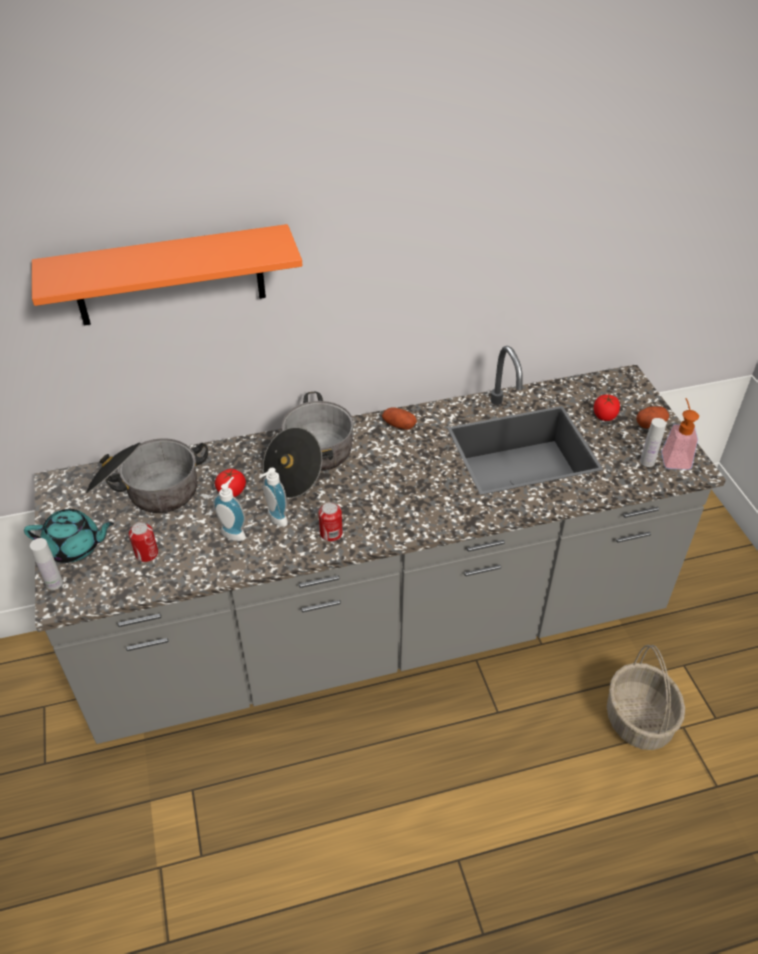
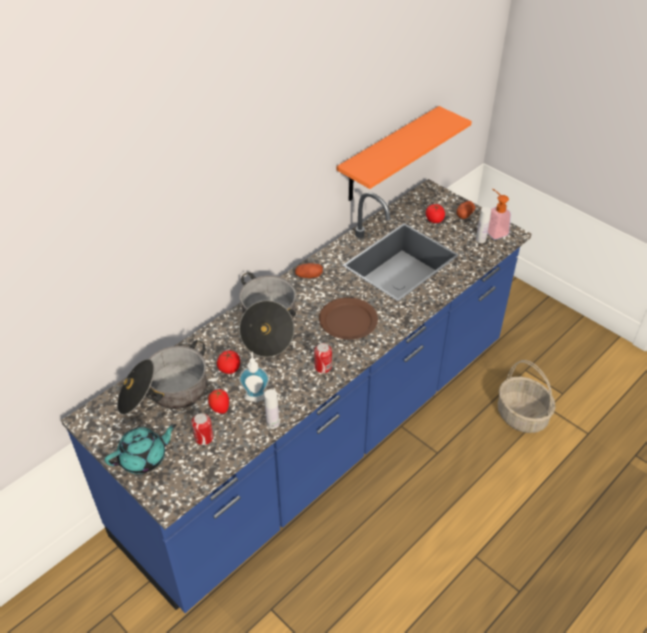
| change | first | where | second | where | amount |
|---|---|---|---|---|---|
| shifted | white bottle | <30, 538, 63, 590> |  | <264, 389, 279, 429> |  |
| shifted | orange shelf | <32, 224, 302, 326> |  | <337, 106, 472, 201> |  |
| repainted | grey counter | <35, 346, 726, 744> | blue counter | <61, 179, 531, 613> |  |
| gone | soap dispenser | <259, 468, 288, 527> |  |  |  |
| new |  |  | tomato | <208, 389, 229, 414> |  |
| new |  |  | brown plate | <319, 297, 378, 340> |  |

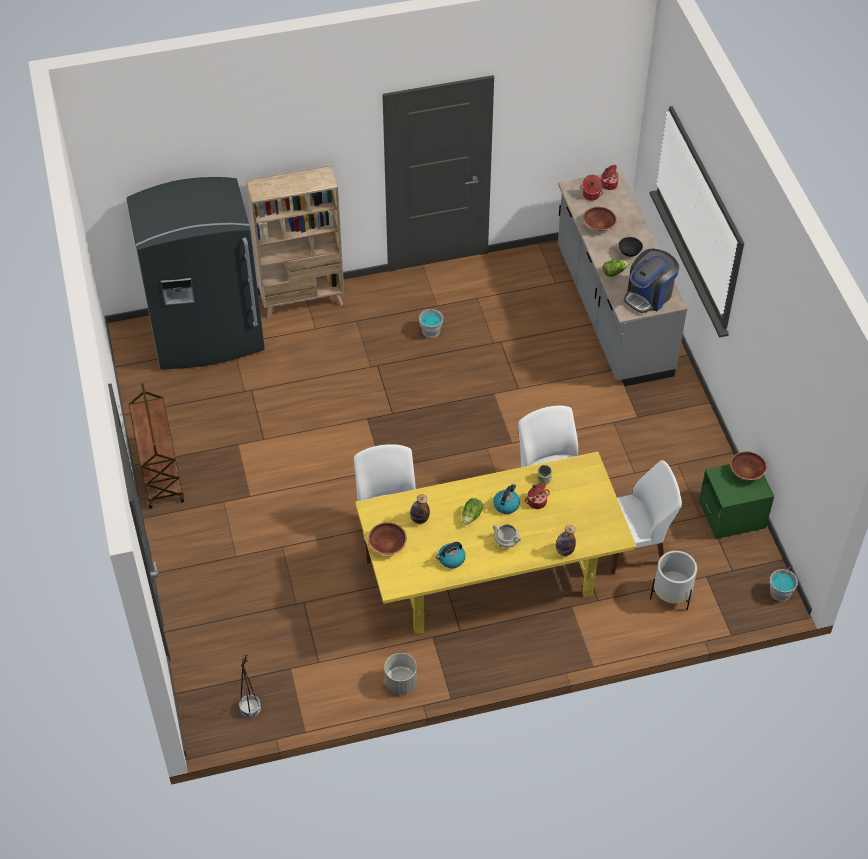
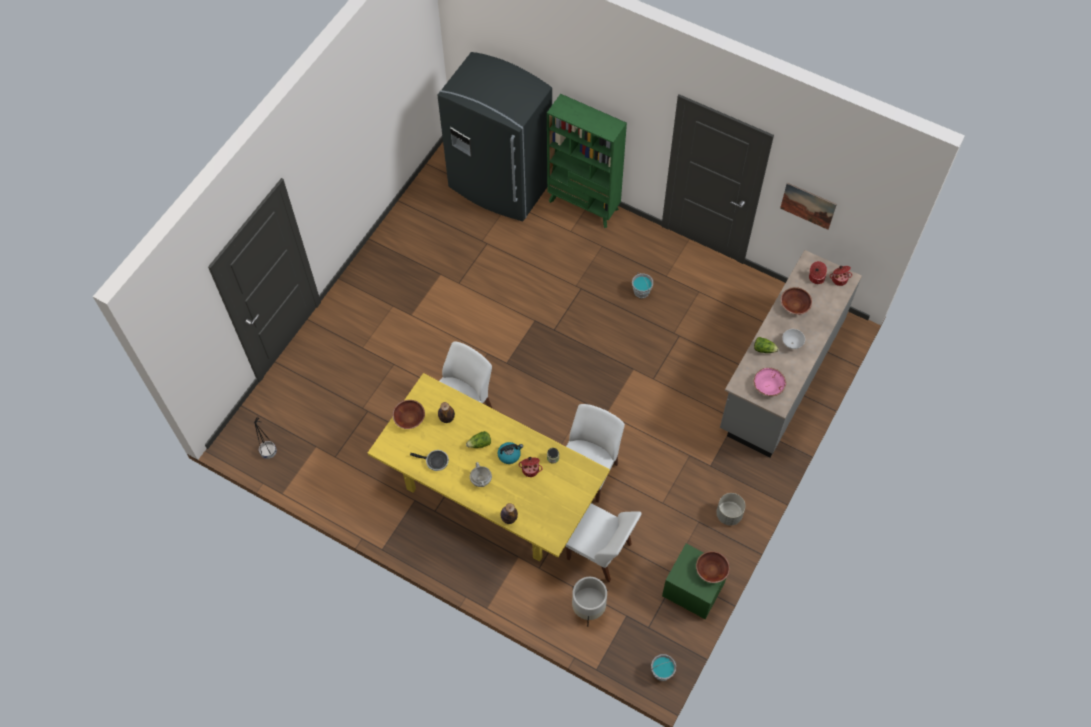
| change | first | where | second | where | amount |
|---|---|---|---|---|---|
| gone | brown cart | <129, 383, 184, 509> |  |  |  |
| repainted | beige bookcase | <246, 166, 344, 319> | green bookcase | <547, 94, 627, 228> |  |
| shifted | grey planter | <384, 653, 417, 694> |  | <716, 493, 745, 526> |  |
| swapped | kettle | <436, 542, 466, 568> | frying pan | <410, 450, 449, 471> |  |
| repainted | black bowl | <618, 237, 643, 257> | white bowl | <782, 329, 805, 349> |  |
| swapped | coffee machine | <624, 249, 679, 313> | pink bowl | <754, 368, 786, 396> |  |
| new |  |  | picture | <780, 183, 837, 230> |  |

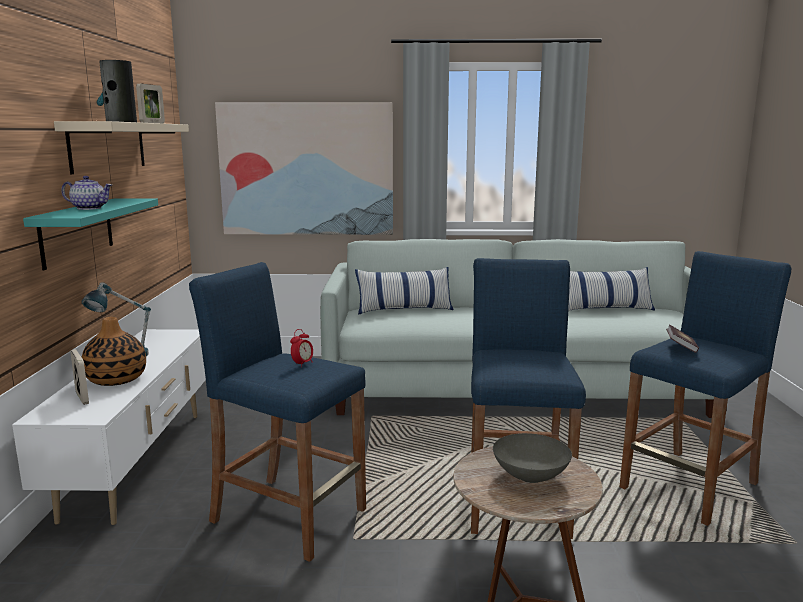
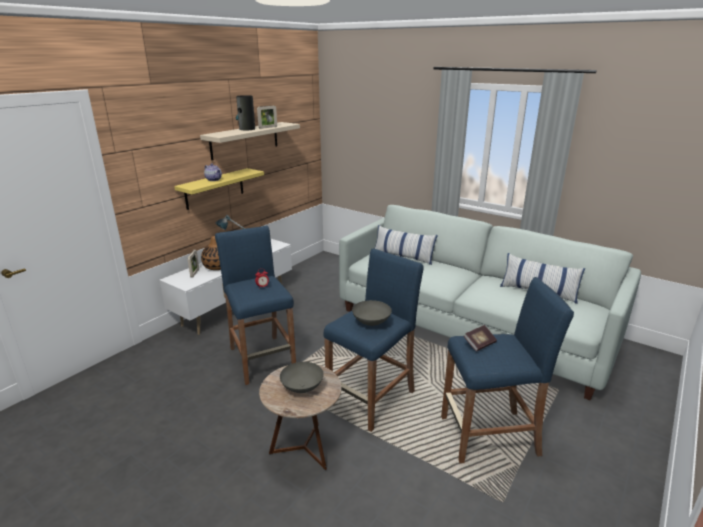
| change | first | where | second | where | amount |
|---|---|---|---|---|---|
| repainted | turquoise shelf | <23, 198, 158, 270> | yellow shelf | <174, 168, 264, 210> |  |
| gone | picture | <215, 102, 393, 235> |  |  |  |
| new |  |  | grey bowl | <352, 300, 392, 326> |  |

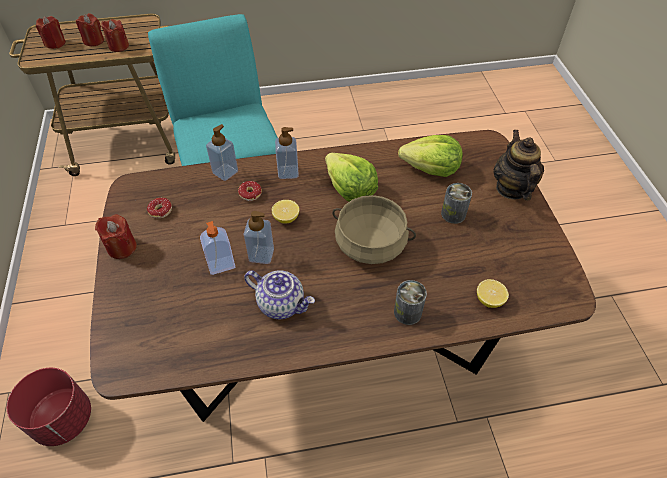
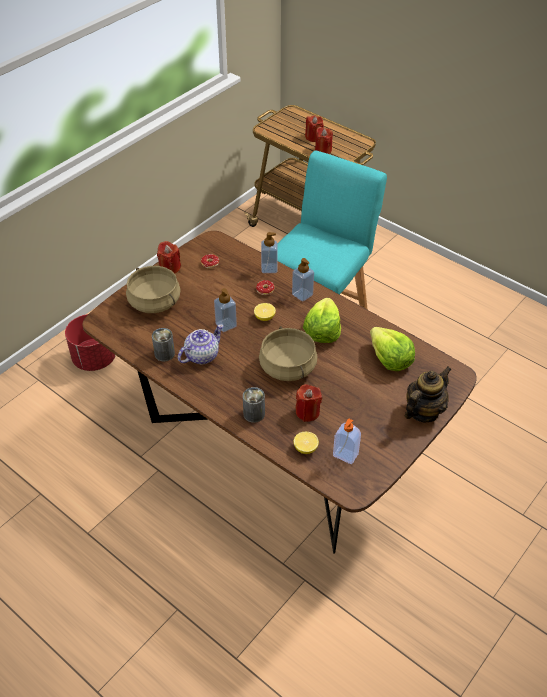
| change | first | where | second | where | amount |
|---|---|---|---|---|---|
| shifted | red candle | <36, 16, 66, 49> |  | <296, 384, 322, 422> |  |
| shifted | soap dispenser | <200, 221, 235, 275> |  | <333, 418, 361, 464> |  |
| rotated | teapot | <244, 270, 315, 319> |  | <178, 324, 223, 364> | 120 degrees counterclockwise |
| shifted | can | <441, 183, 472, 224> |  | <152, 328, 175, 361> |  |
| new |  |  | beige cooking pot | <126, 266, 181, 313> |  |

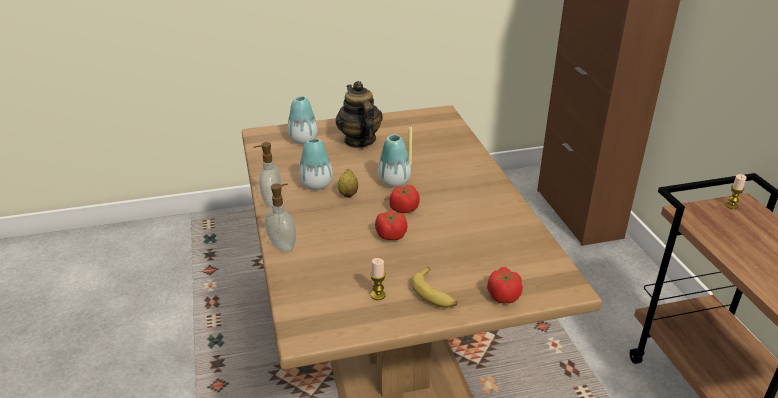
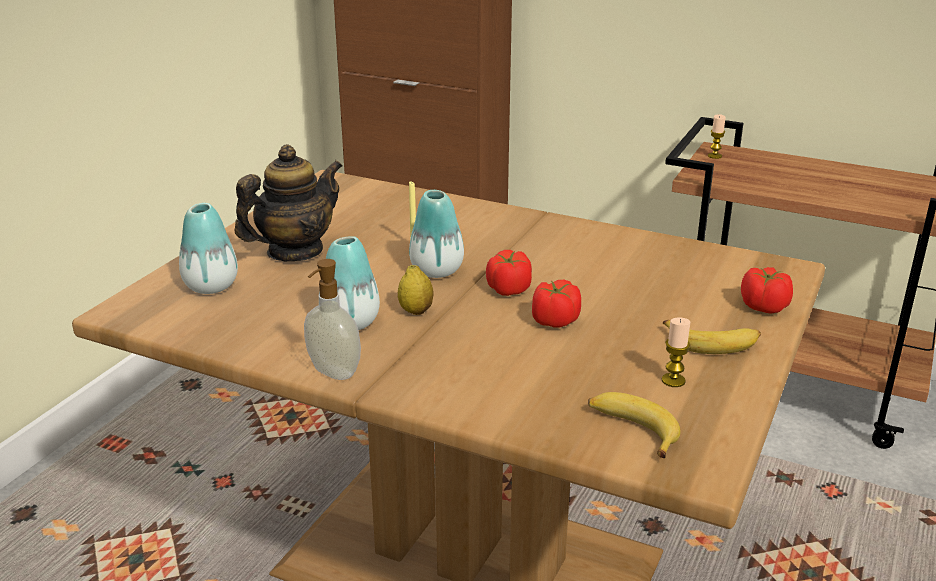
| change | first | where | second | where | amount |
|---|---|---|---|---|---|
| gone | soap dispenser | <265, 184, 296, 252> |  |  |  |
| rotated | teapot | <336, 81, 383, 148> |  | <235, 144, 343, 261> | 120 degrees clockwise |
| new |  |  | banana | <588, 392, 681, 458> |  |

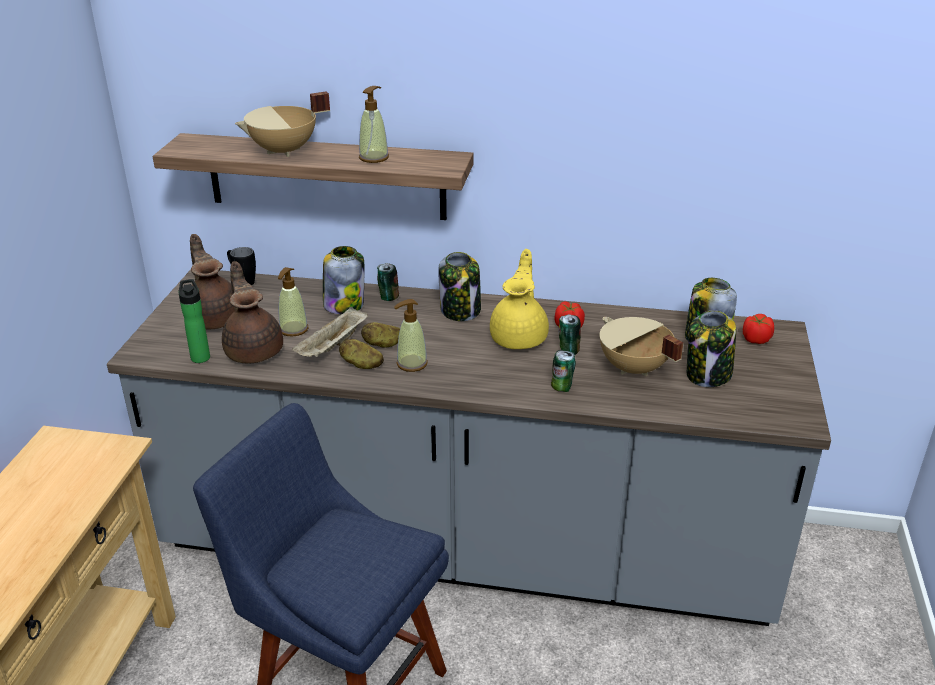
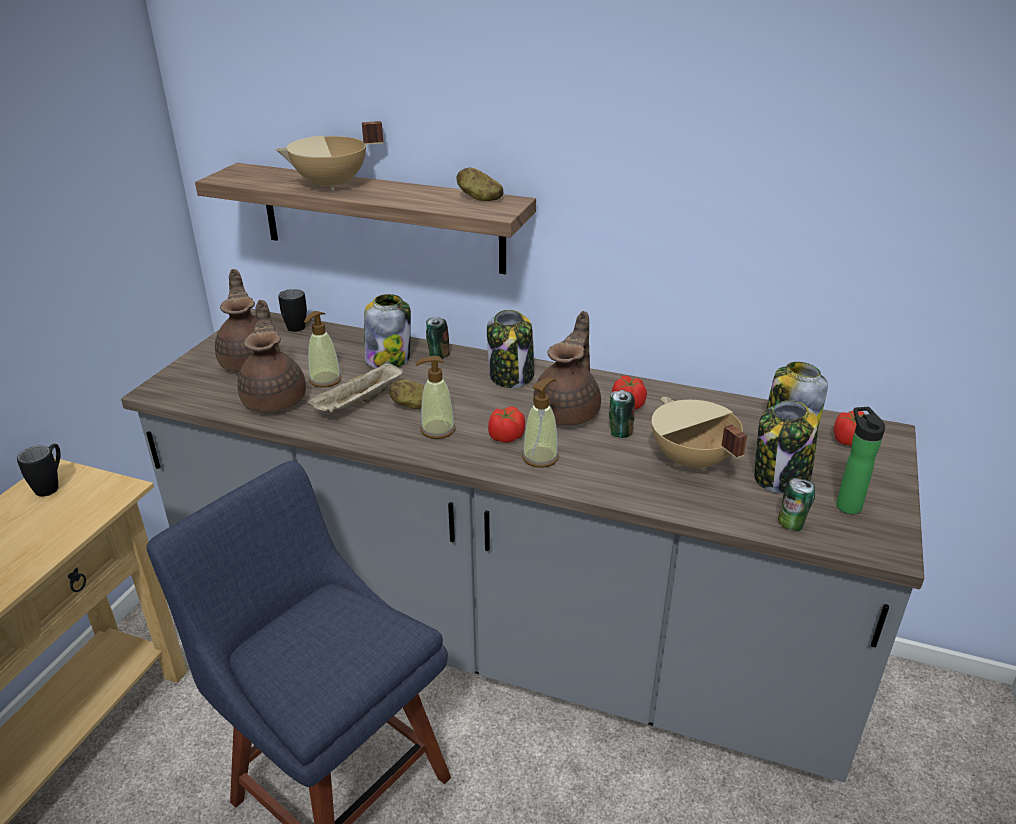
| change | first | where | second | where | amount |
|---|---|---|---|---|---|
| shifted | bottle | <178, 279, 210, 363> |  | <836, 407, 885, 514> |  |
| shifted | potato | <339, 339, 384, 369> |  | <456, 167, 503, 201> |  |
| shifted | soap dispenser | <359, 86, 389, 163> |  | <522, 378, 559, 468> |  |
| repainted | yellow teapot | <490, 249, 549, 349> | brown teapot | <533, 311, 601, 425> |  |
| shifted | can | <551, 350, 576, 392> |  | <778, 477, 815, 531> |  |
| new |  |  | black mug | <17, 444, 61, 497> |  |
| new |  |  | tomato | <488, 407, 525, 443> |  |

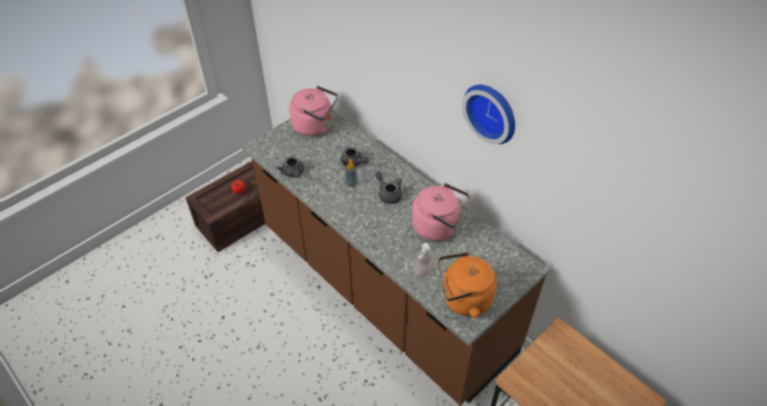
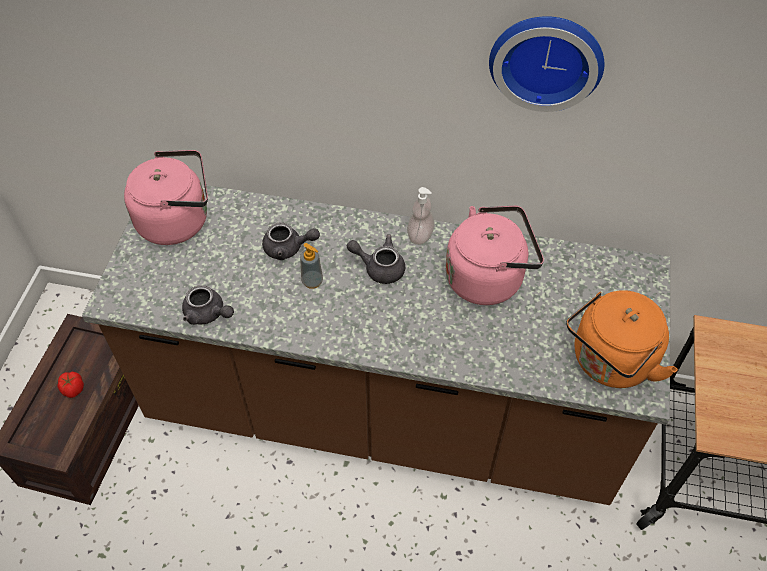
| change | first | where | second | where | amount |
|---|---|---|---|---|---|
| shifted | soap dispenser | <413, 243, 435, 277> |  | <407, 187, 435, 245> |  |

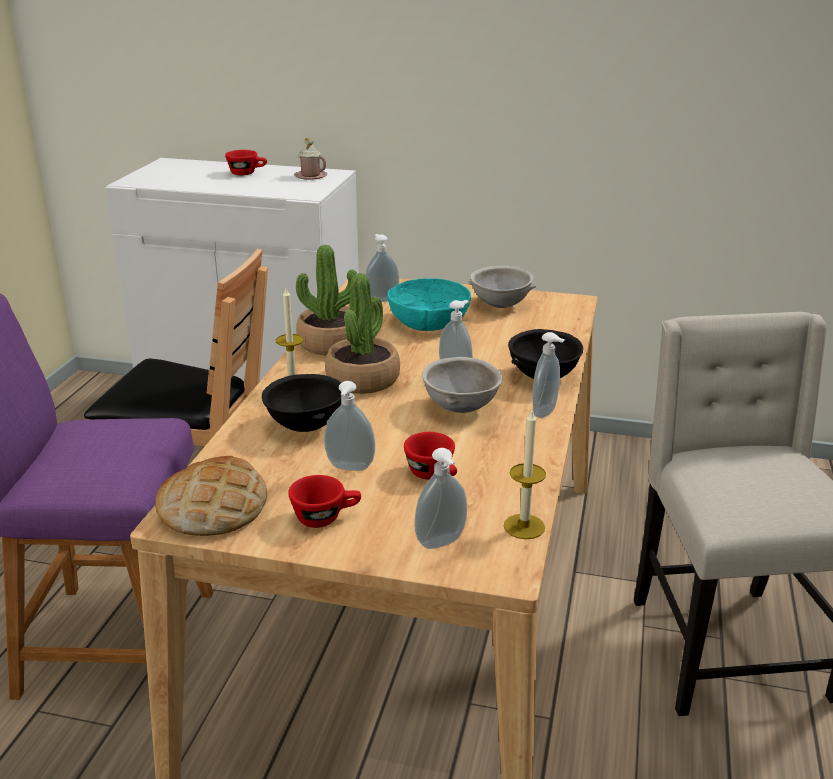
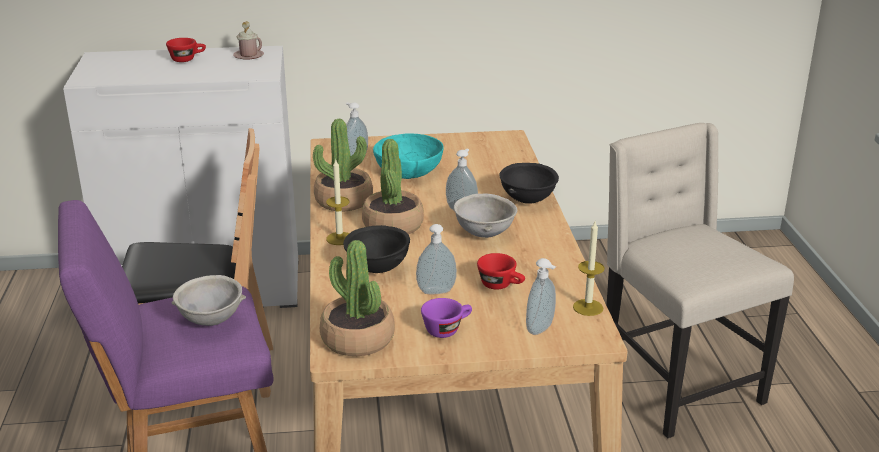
| change | first | where | second | where | amount |
|---|---|---|---|---|---|
| swapped | bread | <155, 456, 267, 536> | potted plant | <320, 240, 394, 356> |  |
| repainted | red cup | <288, 475, 361, 528> | purple cup | <421, 298, 472, 338> |  |
| shifted | grey bowl | <468, 266, 536, 308> |  | <172, 275, 246, 326> |  |
| gone | soap dispenser | <533, 332, 565, 418> |  |  |  |

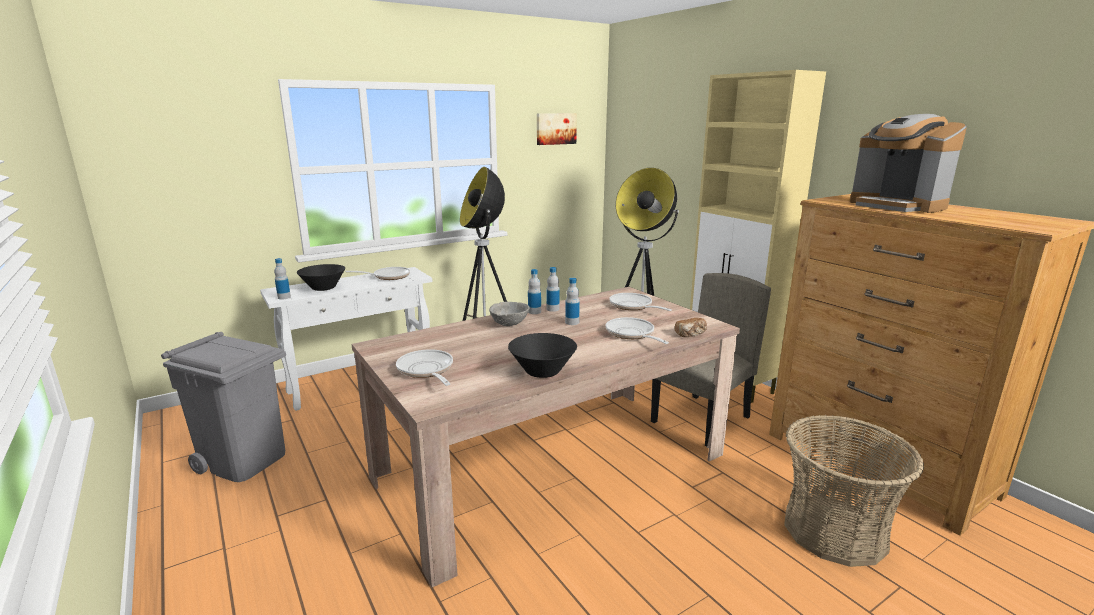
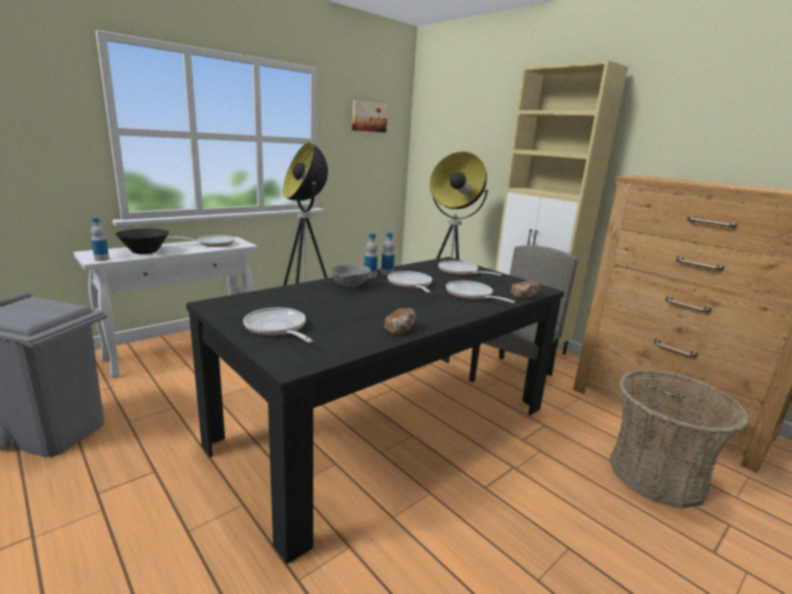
| change | first | where | second | where | amount |
|---|---|---|---|---|---|
| repainted | beige dining table | <351, 287, 740, 587> | black dining table | <186, 257, 564, 564> |  |
| swapped | black bowl | <508, 333, 577, 378> | bread | <384, 308, 417, 335> |  |
| swapped | bottle | <565, 278, 580, 325> | frying pan | <388, 271, 432, 293> |  |
| gone | coffee machine | <850, 114, 967, 213> |  |  |  |

